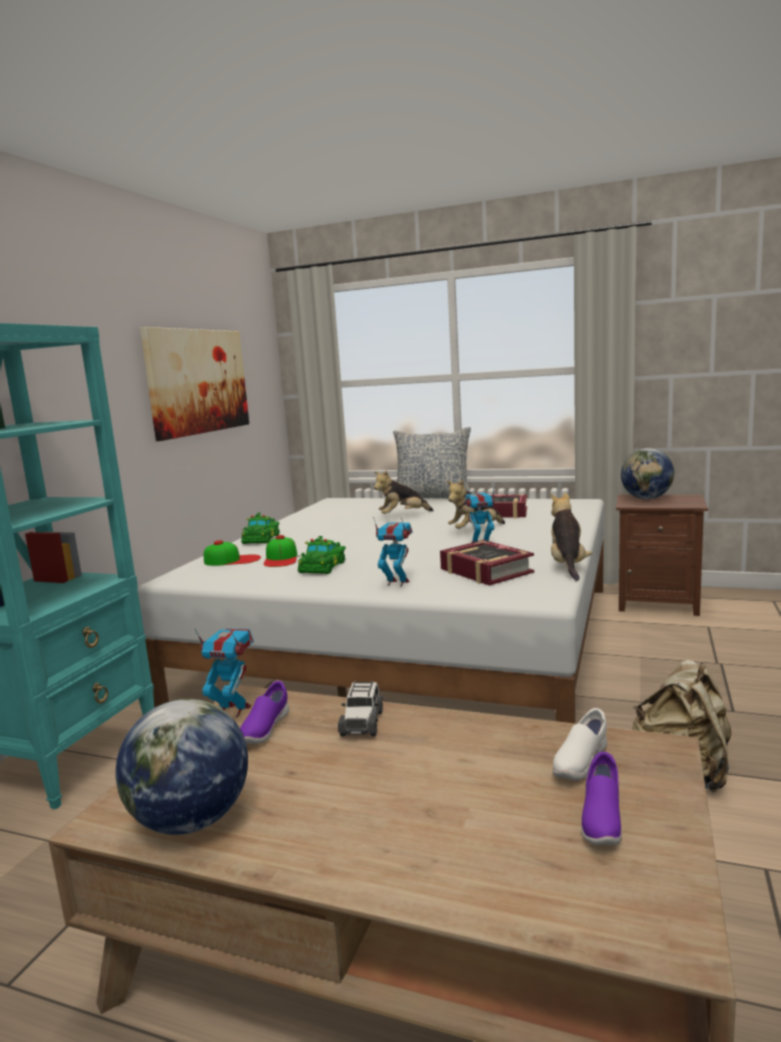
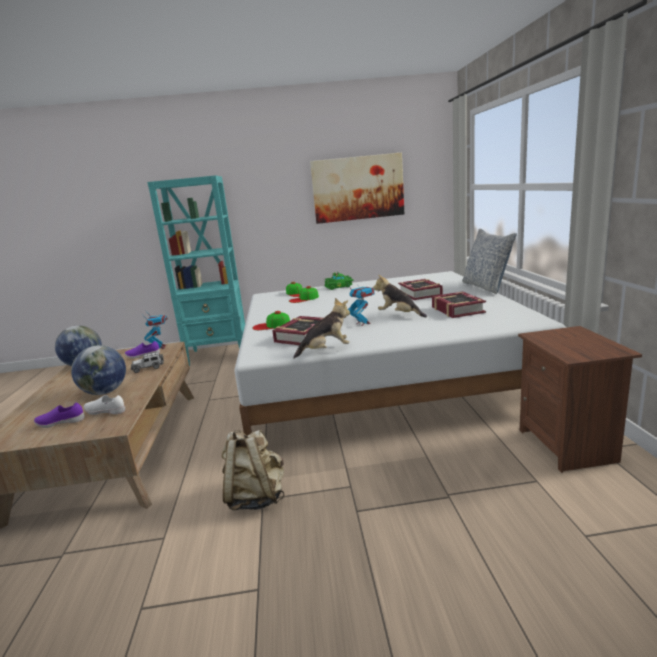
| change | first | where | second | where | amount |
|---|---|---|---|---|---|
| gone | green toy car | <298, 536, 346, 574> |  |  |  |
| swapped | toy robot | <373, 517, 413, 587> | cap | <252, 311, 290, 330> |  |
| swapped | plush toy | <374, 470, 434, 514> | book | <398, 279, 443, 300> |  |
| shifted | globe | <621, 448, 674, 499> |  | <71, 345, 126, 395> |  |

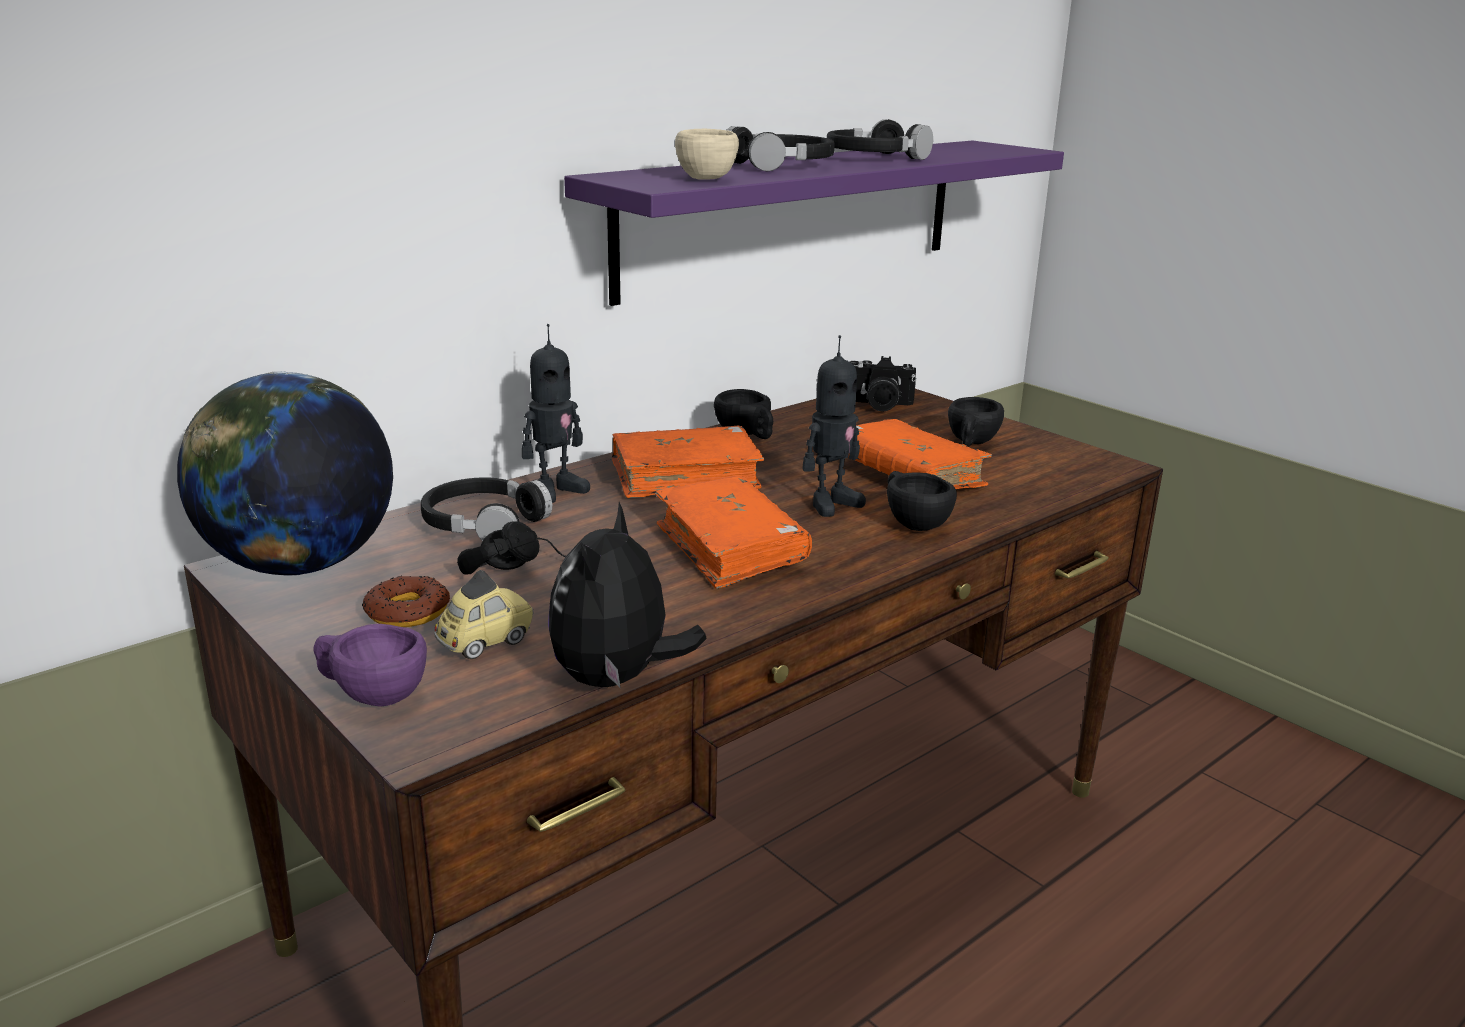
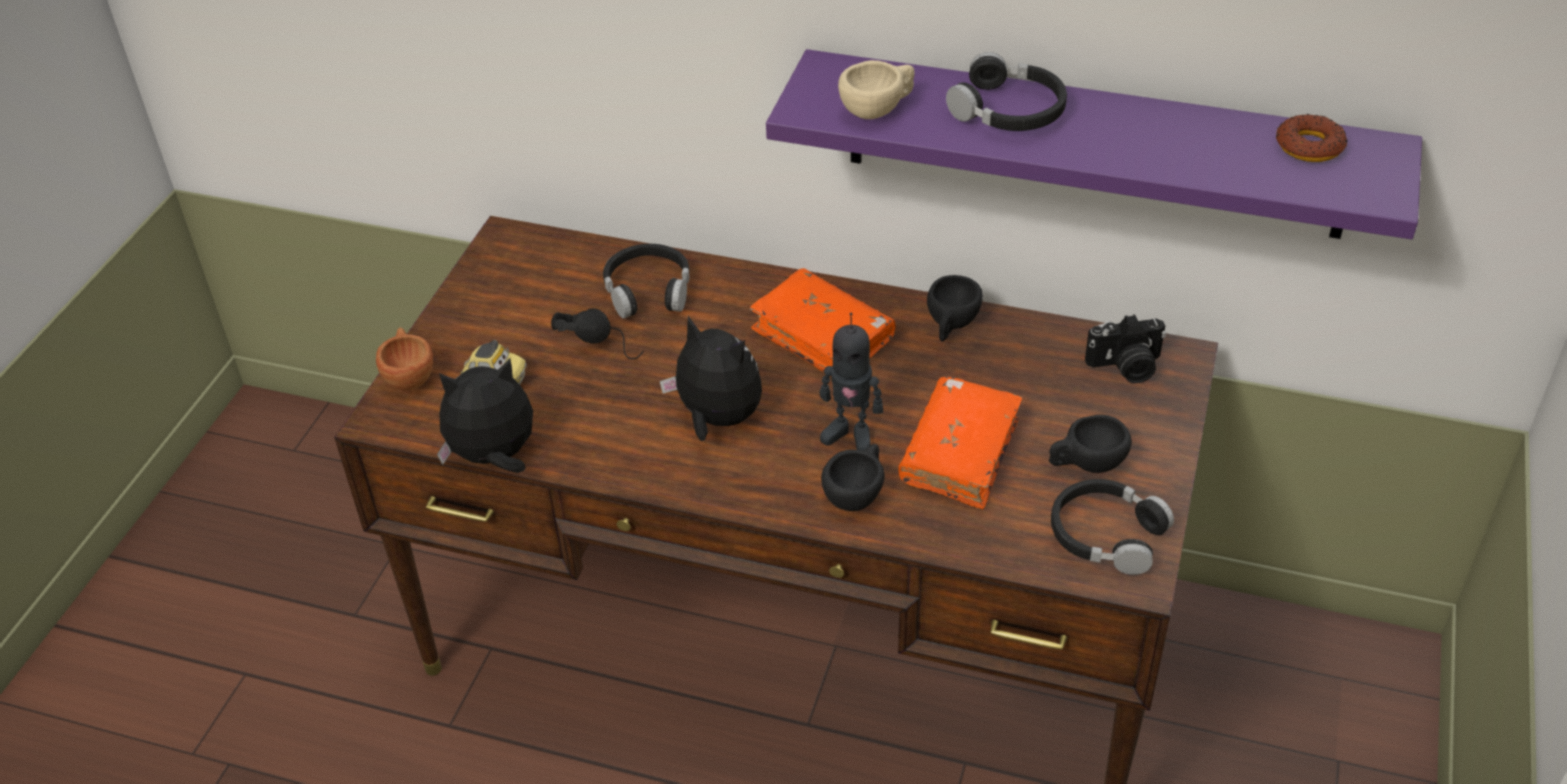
| change | first | where | second | where | amount |
|---|---|---|---|---|---|
| gone | globe | <177, 371, 393, 576> |  |  |  |
| repainted | purple cup | <313, 624, 427, 707> | brown cup | <376, 327, 433, 390> |  |
| shifted | donut | <362, 576, 450, 627> |  | <1276, 114, 1348, 162> |  |
| gone | toy robot | <522, 324, 590, 503> |  |  |  |
| swapped | orange book | <655, 475, 812, 589> | plush toy | <660, 316, 762, 441> |  |
| shifted | black headphones | <827, 119, 933, 160> |  | <1051, 479, 1174, 575> |  |
| rotated | photo camera | <850, 356, 917, 412> |  | <1085, 314, 1166, 383> | 75 degrees counterclockwise |

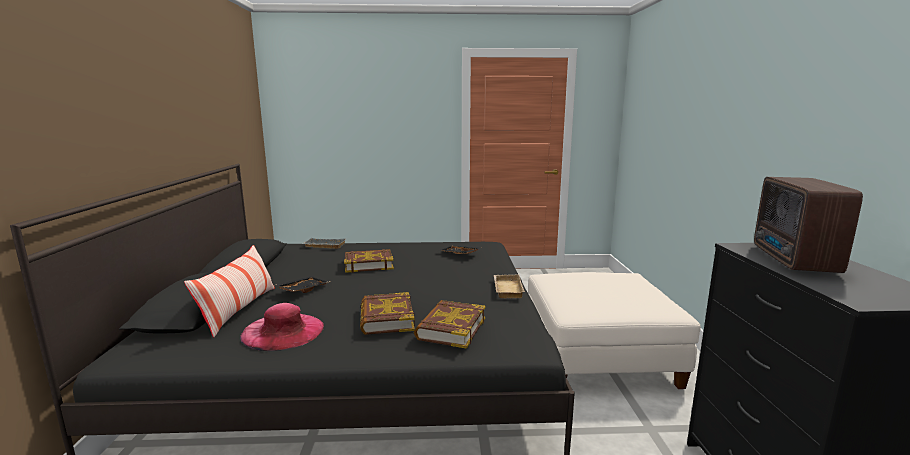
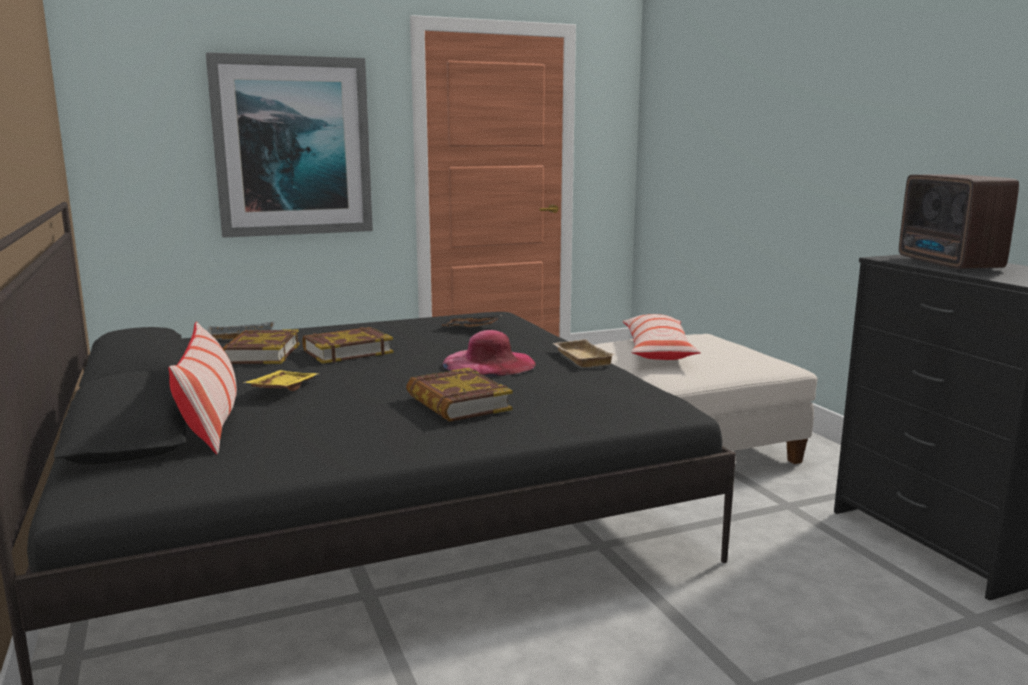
| change | first | where | second | where | amount |
|---|---|---|---|---|---|
| shifted | pink hat | <240, 303, 324, 351> |  | <443, 330, 536, 377> |  |
| repainted | black tray | <275, 276, 330, 293> | yellow tray | <243, 370, 319, 391> |  |
| shifted | book | <414, 300, 485, 349> |  | <223, 329, 299, 364> |  |
| new |  |  | picture | <206, 52, 373, 238> |  |
| new |  |  | pillow | <623, 314, 701, 360> |  |

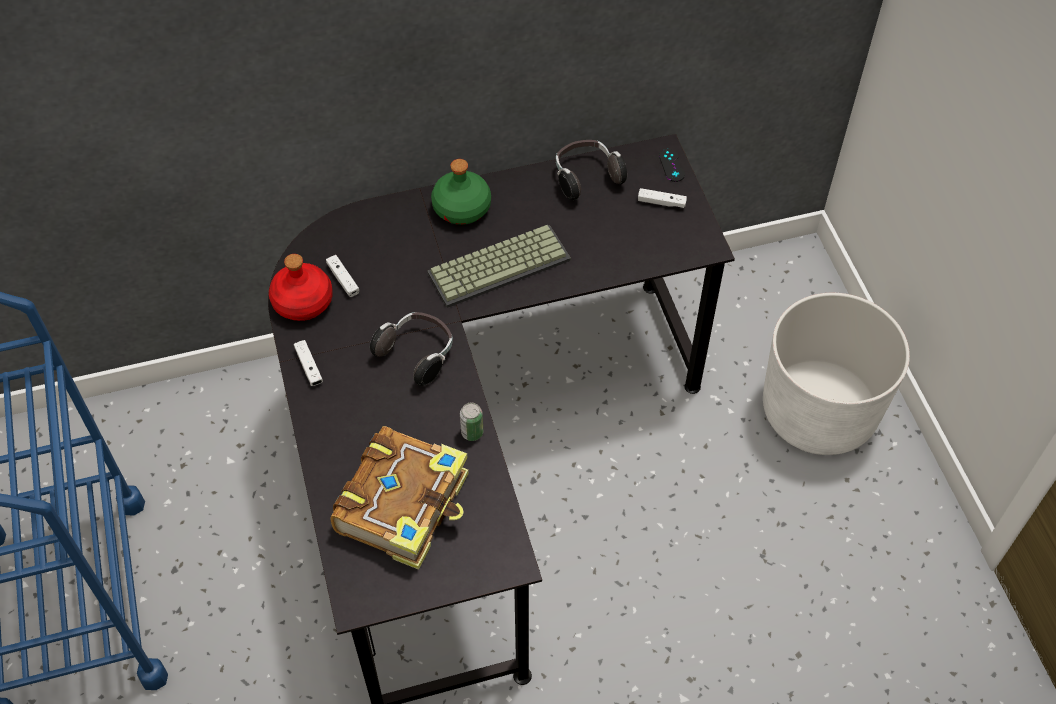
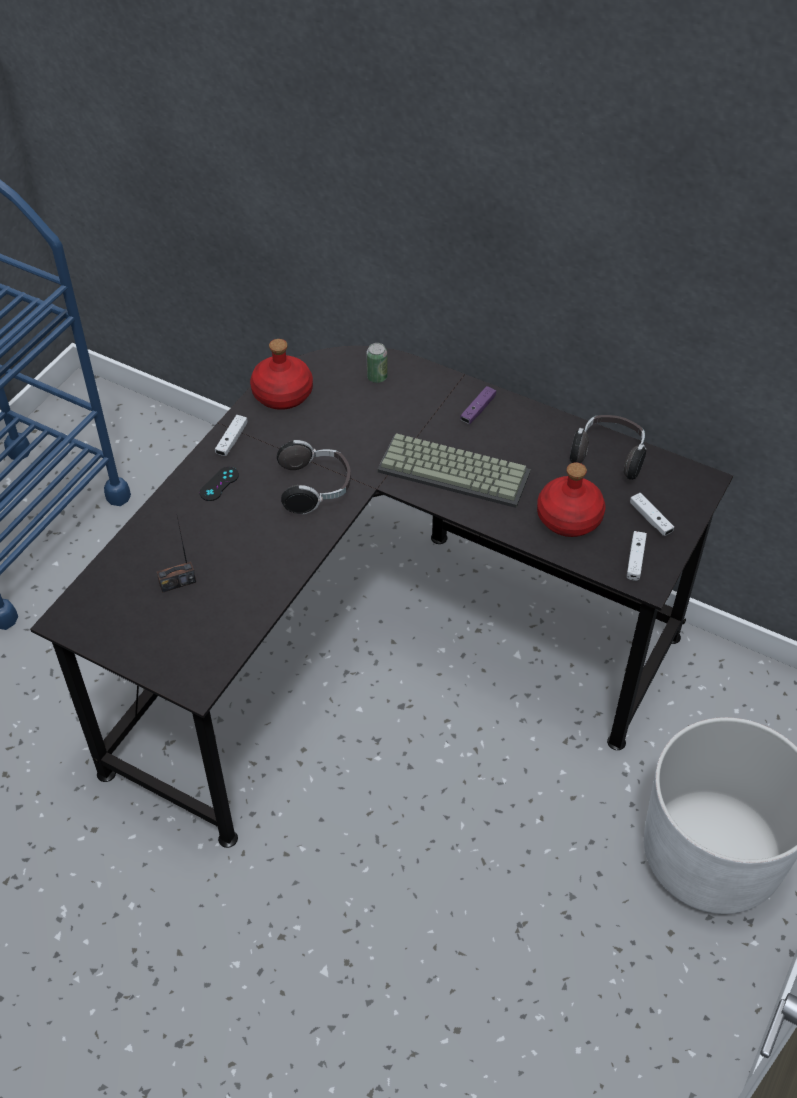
| change | first | where | second | where | amount |
|---|---|---|---|---|---|
| shifted | white game controller | <326, 255, 359, 297> |  | <627, 531, 647, 581> |  |
| swapped | book | <330, 426, 469, 570> | radio | <157, 516, 196, 593> |  |
| swapped | green bottle | <431, 159, 491, 225> | purple game controller | <460, 386, 496, 424> |  |
| shifted | can | <460, 403, 484, 441> |  | <366, 343, 388, 383> |  |
| shifted | black game controller | <659, 149, 685, 182> |  | <200, 467, 239, 501> |  |
| new |  |  | red bottle | <537, 462, 605, 537> |  |

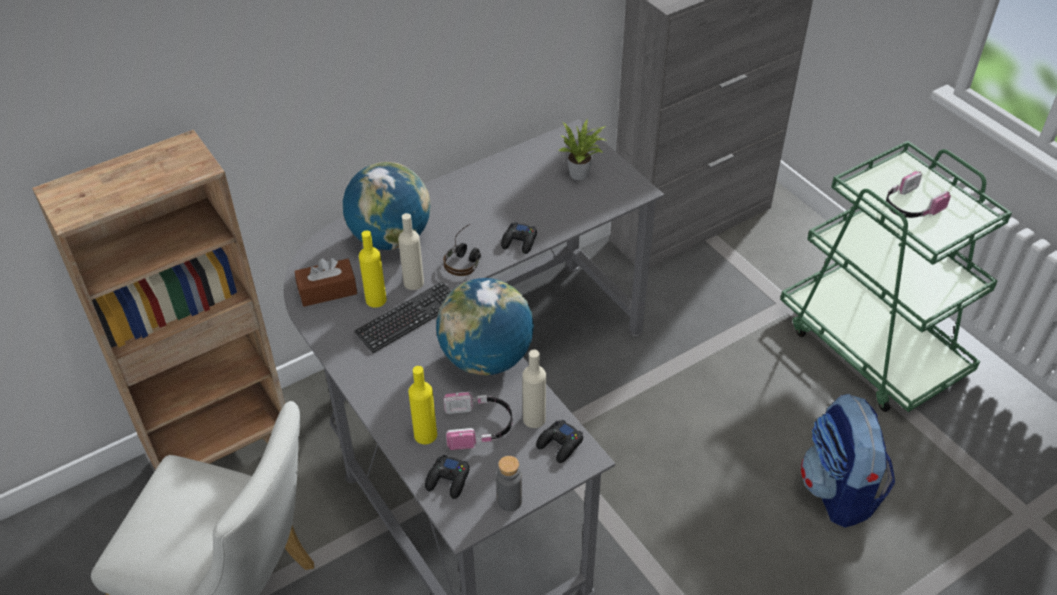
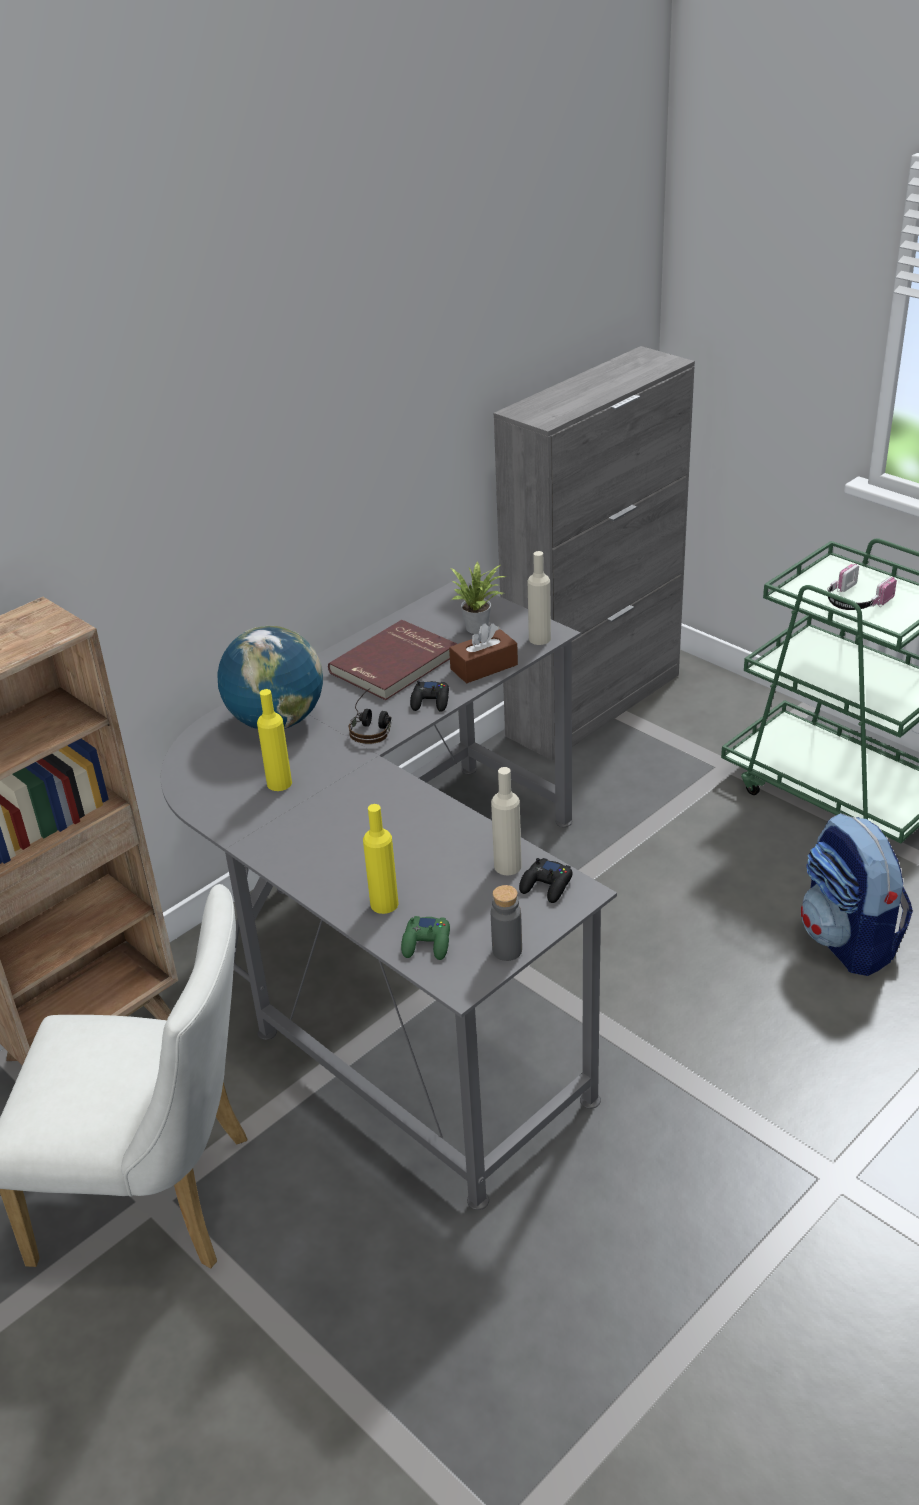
| change | first | where | second | where | amount |
|---|---|---|---|---|---|
| shifted | brown tissue box | <294, 258, 357, 307> |  | <449, 623, 518, 683> |  |
| gone | keyboard | <354, 281, 451, 353> |  |  |  |
| shifted | beige bottle | <398, 213, 424, 290> |  | <528, 551, 551, 645> |  |
| repainted | black game controller | <425, 455, 470, 499> | green game controller | <401, 916, 450, 960> |  |
| gone | globe | <436, 278, 534, 375> |  |  |  |
| gone | headphones | <443, 392, 513, 450> |  |  |  |
| new |  |  | red book | <328, 620, 457, 700> |  |

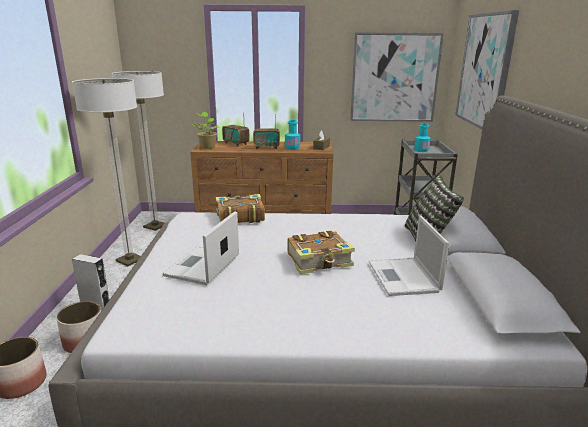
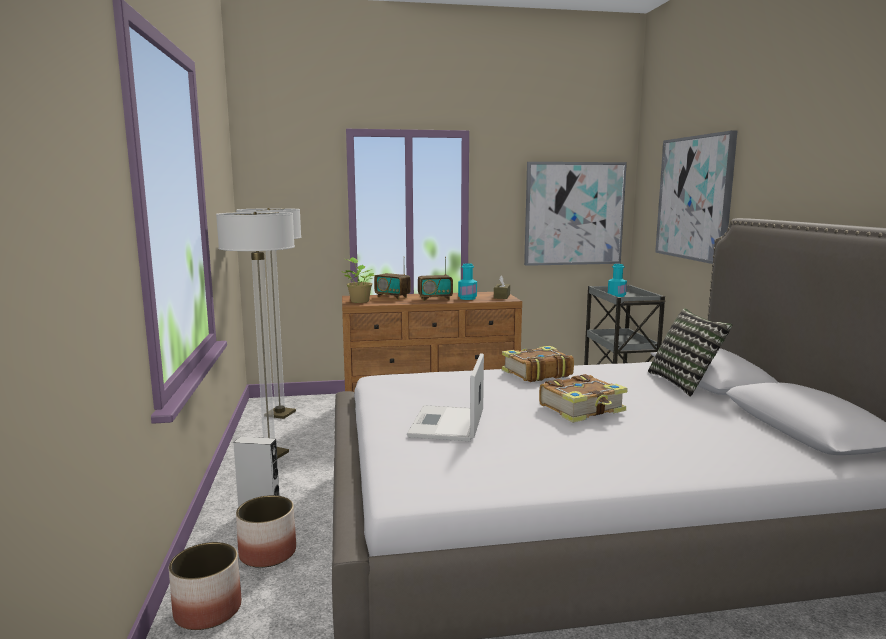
| change | first | where | second | where | amount |
|---|---|---|---|---|---|
| shifted | book | <216, 194, 265, 223> |  | <502, 346, 574, 382> |  |
| gone | laptop | <369, 215, 450, 296> |  |  |  |

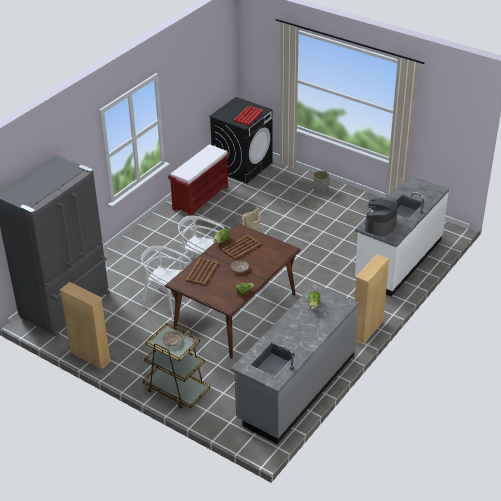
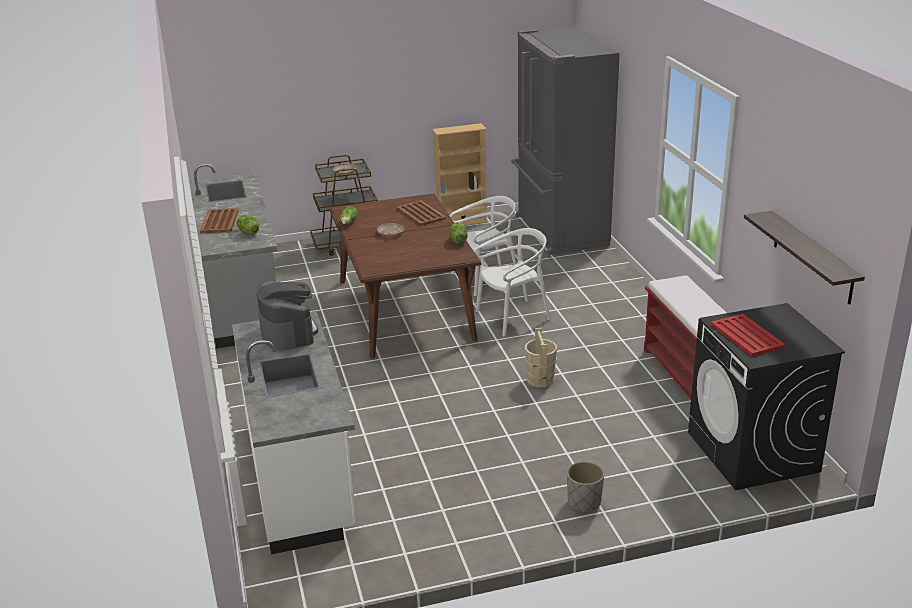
| change | first | where | second | where | amount |
|---|---|---|---|---|---|
| shifted | brown tray | <222, 235, 261, 260> |  | <200, 208, 239, 234> |  |
| gone | beige bookcase | <355, 254, 389, 345> |  |  |  |
| new |  |  | shelf | <744, 211, 865, 305> |  |

